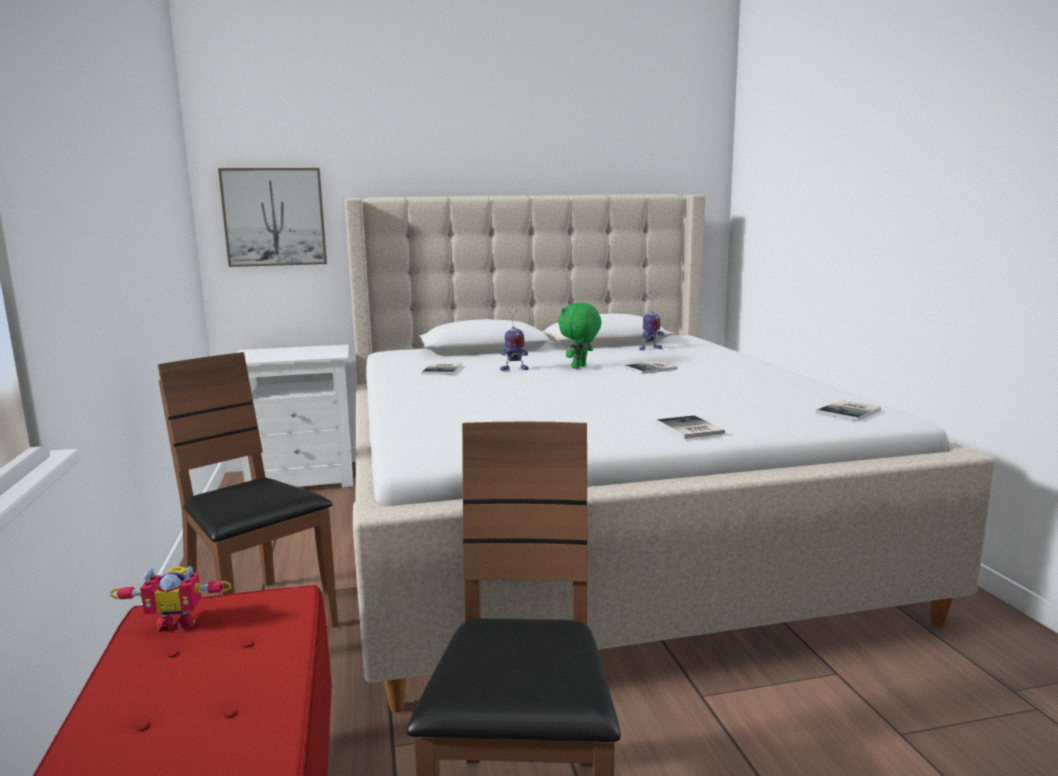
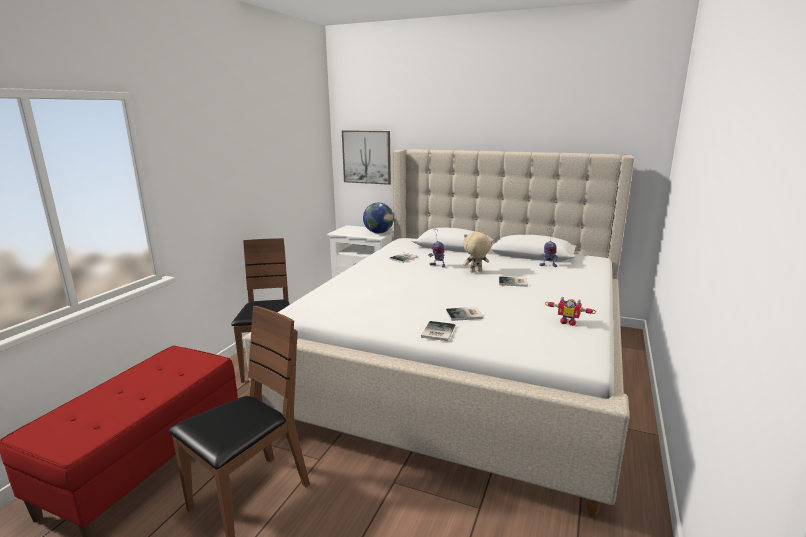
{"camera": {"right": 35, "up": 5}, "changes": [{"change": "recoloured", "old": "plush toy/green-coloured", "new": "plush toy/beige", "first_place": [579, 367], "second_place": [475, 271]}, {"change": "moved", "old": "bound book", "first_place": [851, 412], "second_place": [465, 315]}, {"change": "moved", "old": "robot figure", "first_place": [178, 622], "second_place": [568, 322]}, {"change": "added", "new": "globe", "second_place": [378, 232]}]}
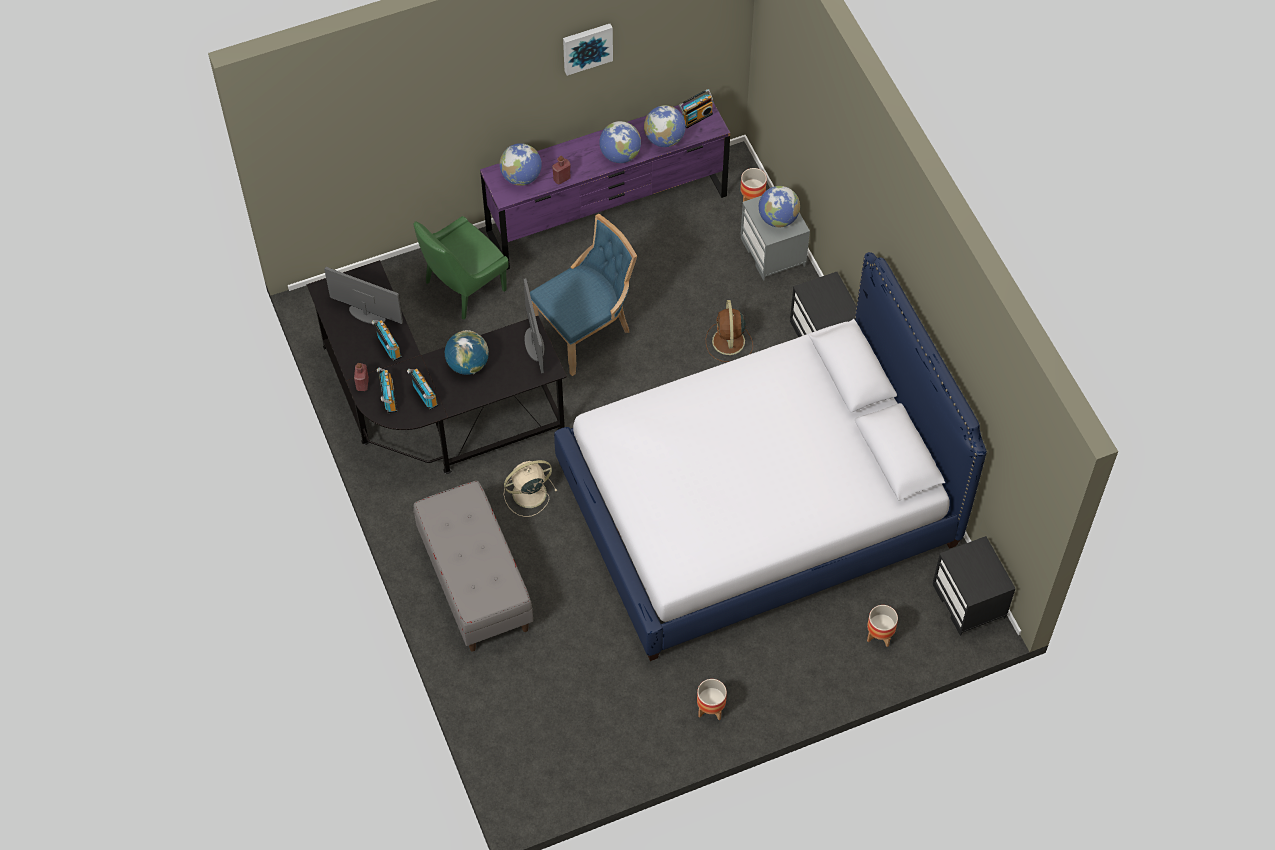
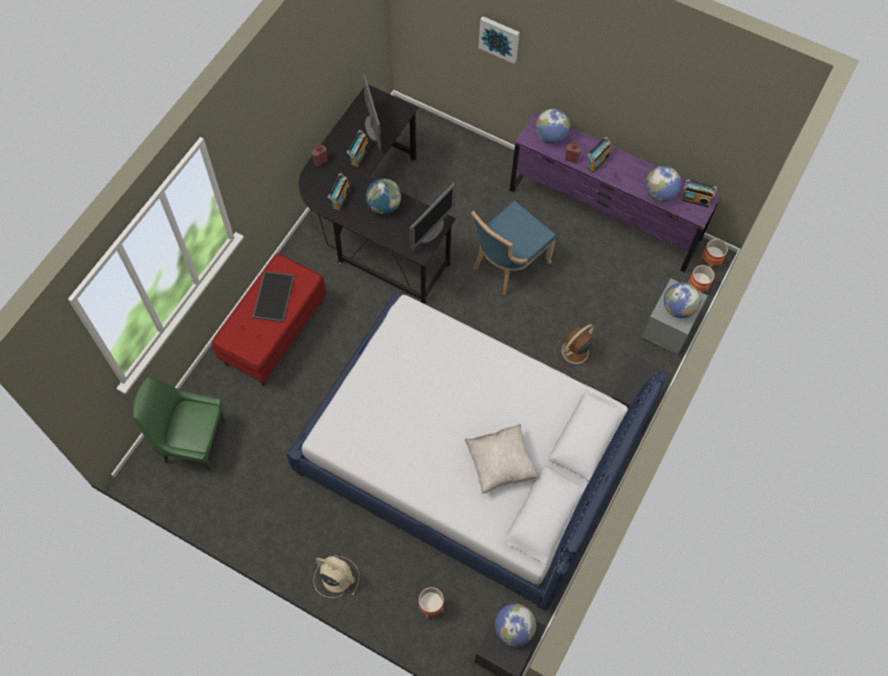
{"camera": {"right": 50, "up": 5}, "changes": [{"change": "moved", "old": "wall art", "first_place": [587, 47], "second_place": [499, 38]}, {"change": "moved", "old": "globe", "first_place": [620, 155], "second_place": [513, 629]}, {"change": "turned", "old": "chair/blue-coloured", "first_place": [586, 330], "second_place": [507, 264], "degrees": 120}, {"change": "moved", "old": "chair/green-coloured", "first_place": [463, 288], "second_place": [192, 441]}, {"change": "moved", "old": "radio set", "first_place": [388, 398], "second_place": [597, 161]}, {"change": "moved", "old": "fan/beige", "first_place": [527, 494], "second_place": [335, 577]}, {"change": "recoloured", "old": "bench/greyish", "new": "bench/reddish", "first_place": [474, 583], "second_place": [274, 332]}, {"change": "moved", "old": "flower pot", "first_place": [710, 708], "second_place": [710, 262]}, {"change": "added", "new": "tray", "second_place": [273, 296]}, {"change": "added", "new": "throw pillow/beige", "second_place": [500, 464]}]}
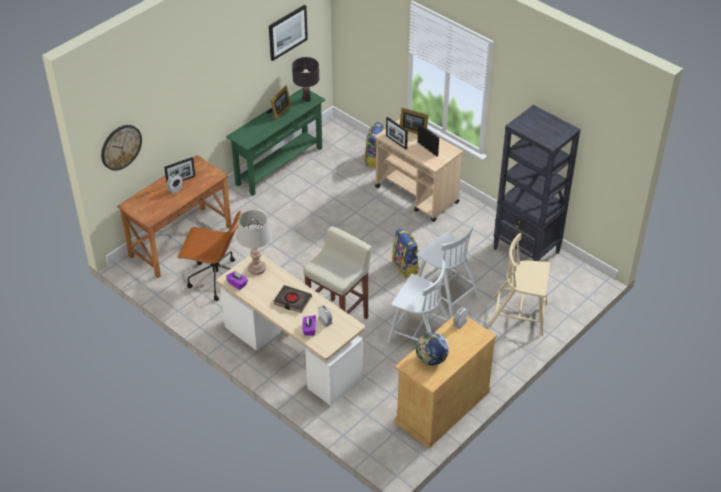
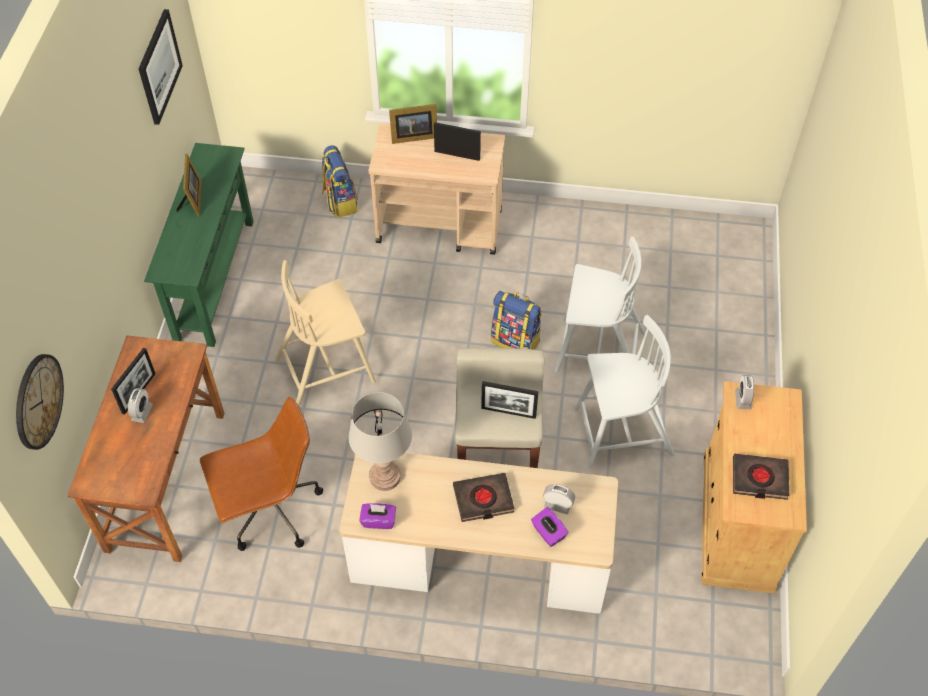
{"camera": {"right": -35, "up": 10}, "changes": [{"change": "removed", "old": "lamp for a table/black-coloured", "first_place": [306, 99]}, {"change": "removed", "old": "shelving unit/black-coloured", "first_place": [526, 251]}, {"change": "moved", "old": "picture frame", "first_place": [396, 142], "second_place": [508, 412]}, {"change": "moved", "old": "chair/beige", "first_place": [519, 315], "second_place": [327, 369]}, {"change": "replaced", "old": "globe", "new": "bound book/black-coloured", "first_place": [431, 359], "second_place": [759, 479]}]}
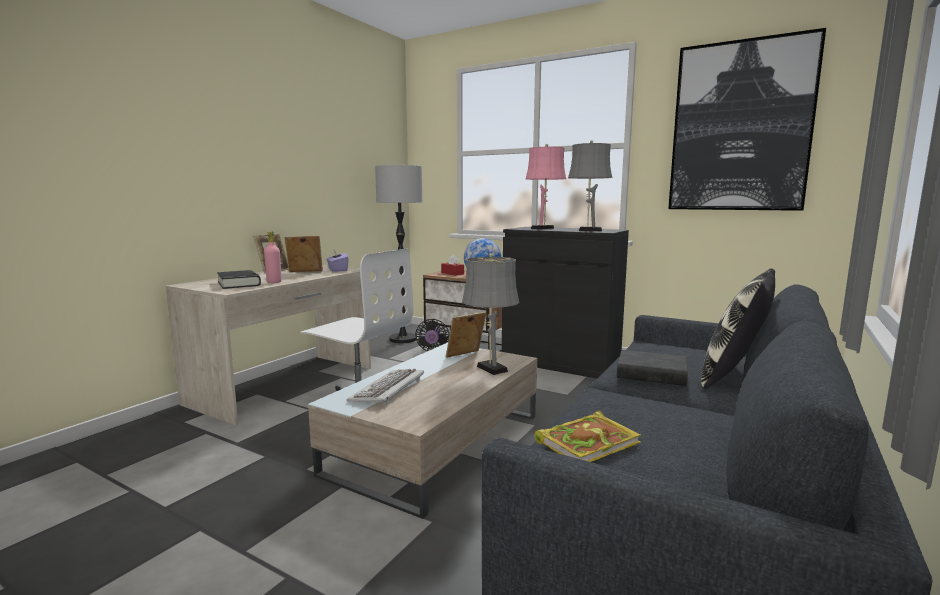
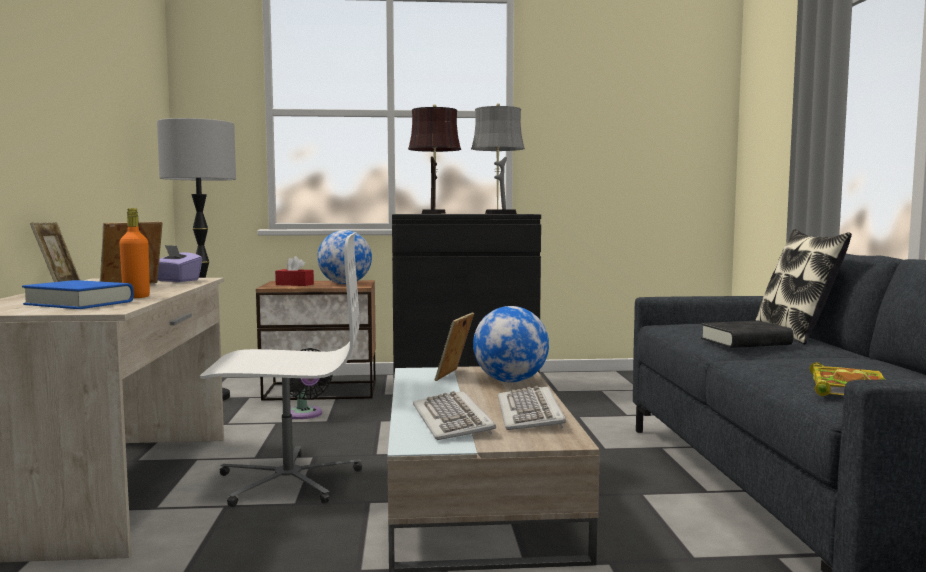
{"camera": {"right": -35, "up": -5}, "changes": [{"change": "removed", "old": "wall art", "first_place": [740, 127]}, {"change": "recoloured", "old": "lamp for a table/pink-coloured", "new": "lamp for a table/brown", "first_place": [544, 228], "second_place": [435, 213]}, {"change": "recoloured", "old": "drink bottle/pink-coloured", "new": "drink bottle/orange-coloured", "first_place": [274, 282], "second_place": [136, 297]}, {"change": "replaced", "old": "lamp for a table/greyish", "new": "globe", "first_place": [490, 368], "second_place": [510, 381]}, {"change": "recoloured", "old": "bound book/black-coloured", "new": "bound book/blue-coloured", "first_place": [239, 284], "second_place": [79, 303]}, {"change": "added", "new": "keyboard", "second_place": [530, 413]}]}
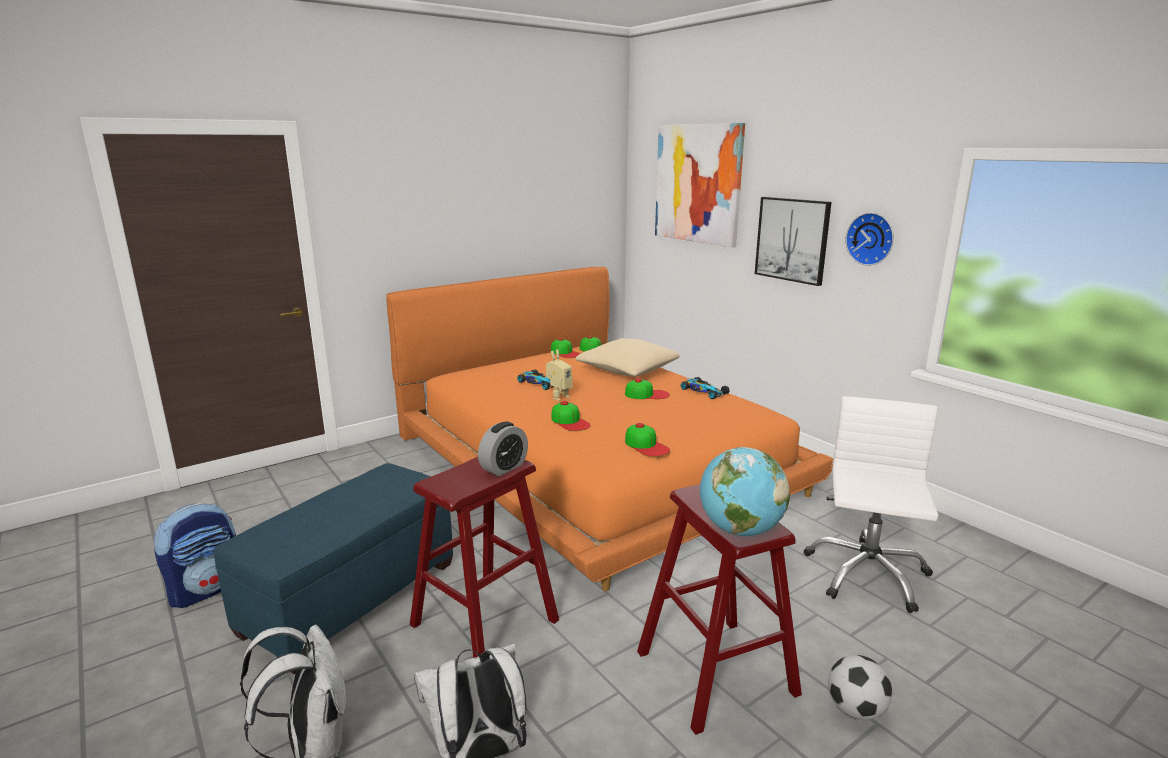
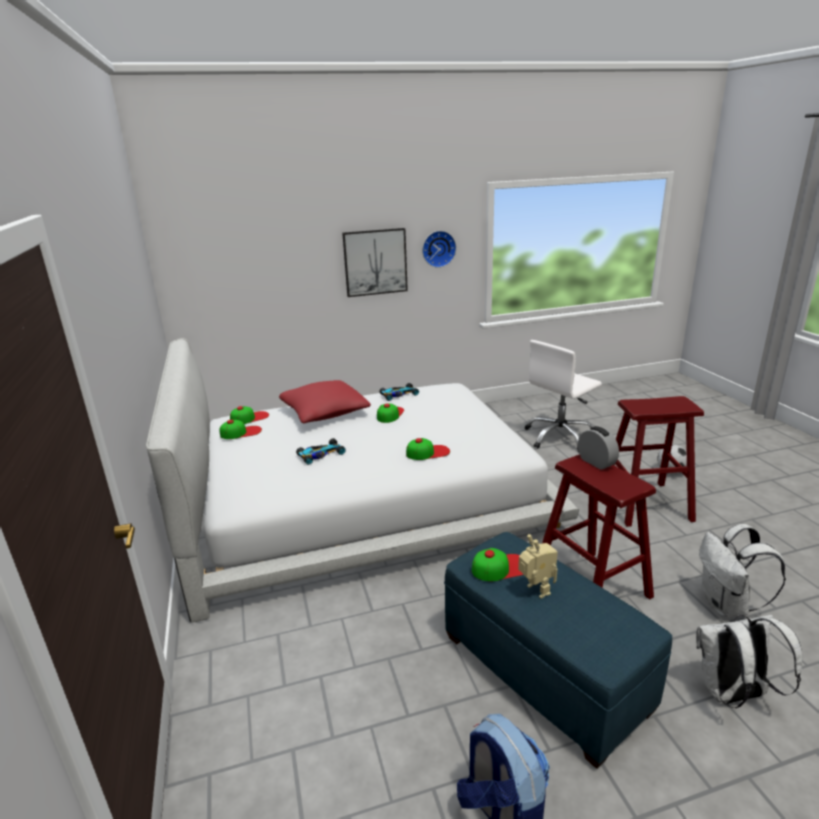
{"camera": {"right": -70, "up": 5}, "changes": [{"change": "removed", "old": "wall art", "first_place": [697, 184]}, {"change": "recoloured", "old": "sleeping bed/orange-coloured", "new": "sleeping bed/white-coloured", "first_place": [593, 461], "second_place": [361, 497]}, {"change": "recoloured", "old": "throw pillow/beige", "new": "throw pillow/reddish", "first_place": [627, 370], "second_place": [324, 413]}, {"change": "moved", "old": "robot figure", "first_place": [558, 397], "second_place": [535, 591]}, {"change": "turned", "old": "computer chair/white-coloured", "first_place": [866, 574], "second_place": [560, 437], "degrees": -75}, {"change": "moved", "old": "cap", "first_place": [646, 445], "second_place": [500, 567]}, {"change": "removed", "old": "globe", "first_place": [739, 530]}]}
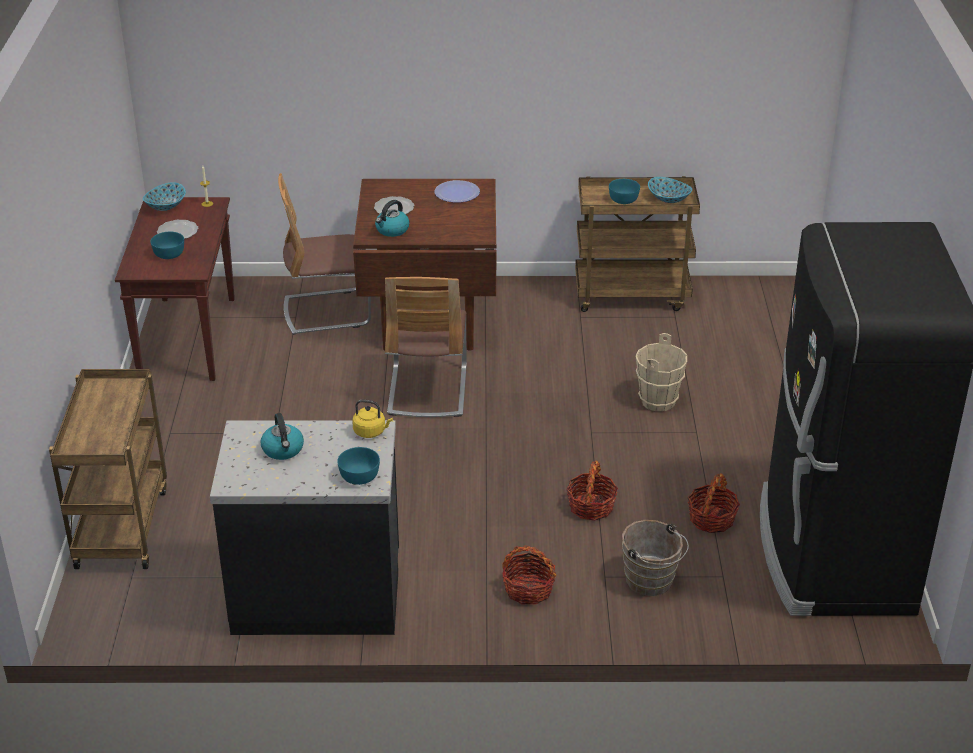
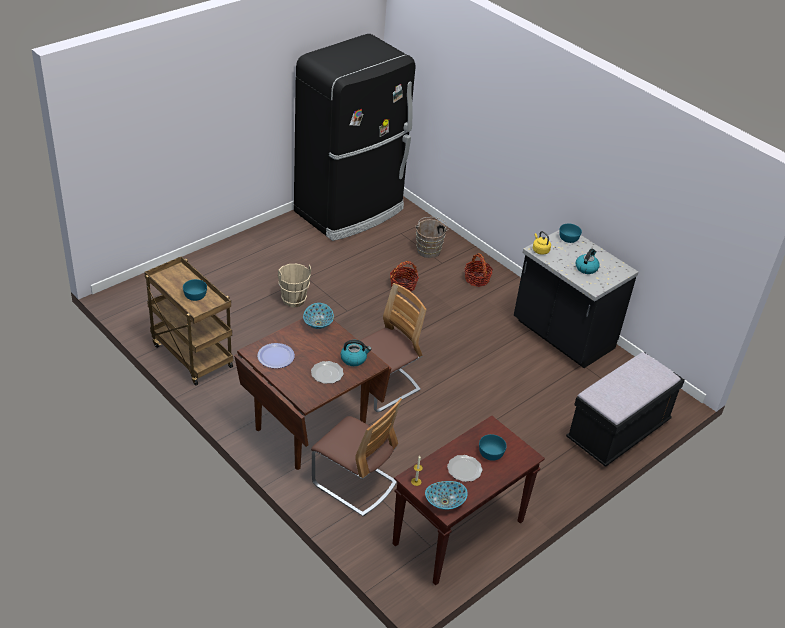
{"camera": {"right": -135, "up": 5}, "changes": [{"change": "moved", "old": "serving bowl", "first_place": [668, 199], "second_place": [318, 323]}, {"change": "replaced", "old": "cart/brown", "new": "bench/black-coloured", "first_place": [121, 526], "second_place": [617, 432]}, {"change": "removed", "old": "household basket", "first_place": [711, 519]}]}
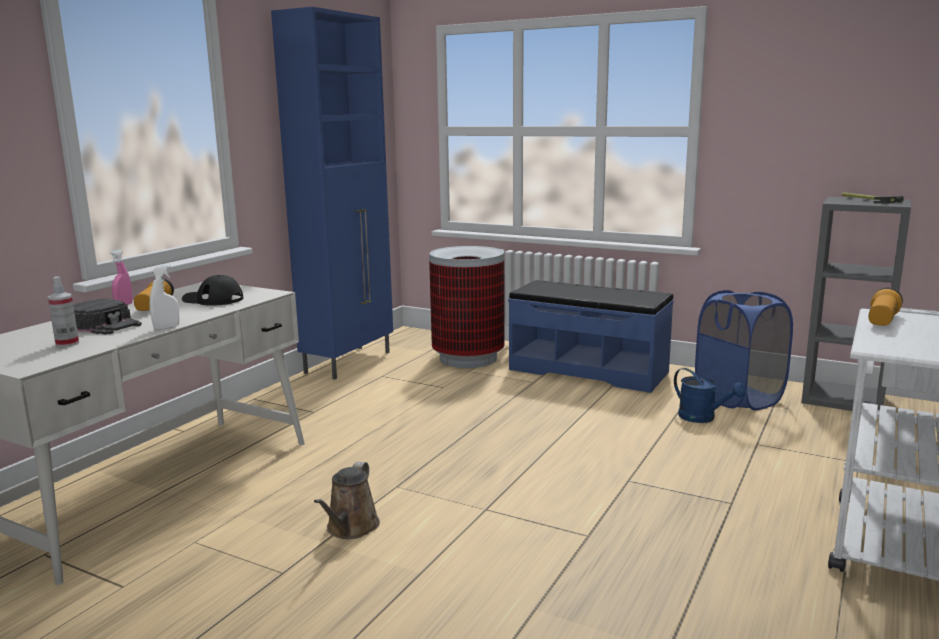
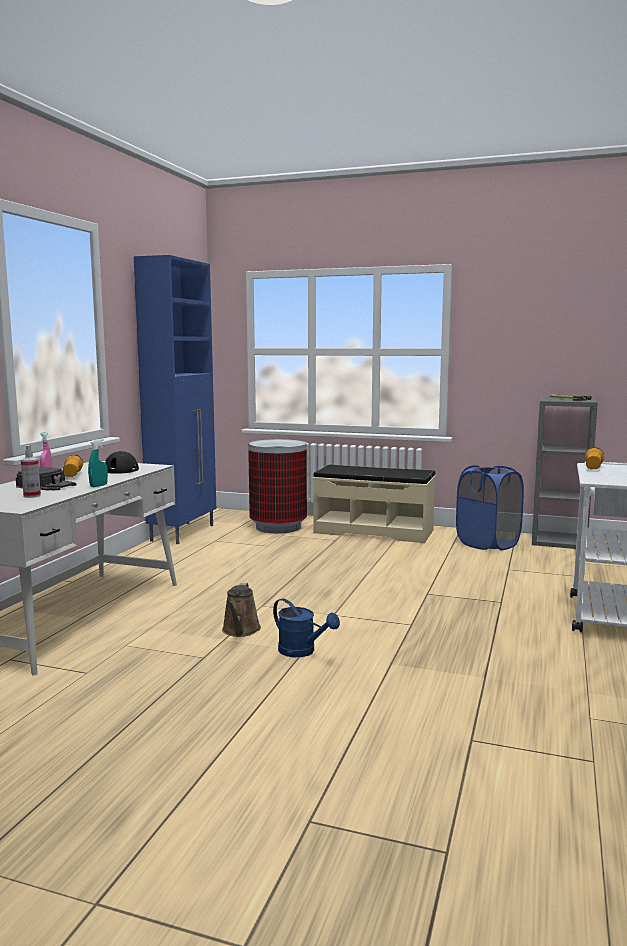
{"camera": {"right": -10, "up": -5}, "changes": [{"change": "recoloured", "old": "hand sprayer/white-coloured", "new": "hand sprayer/blue-green", "first_place": [166, 328], "second_place": [98, 486]}, {"change": "recoloured", "old": "bench/blue-coloured", "new": "bench/beige", "first_place": [588, 370], "second_place": [374, 531]}, {"change": "moved", "old": "watering can/blue-coloured", "first_place": [702, 418], "second_place": [302, 651]}]}
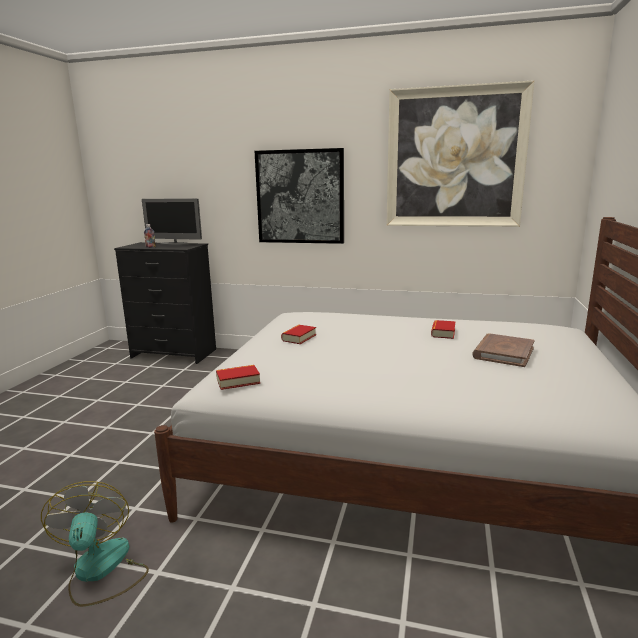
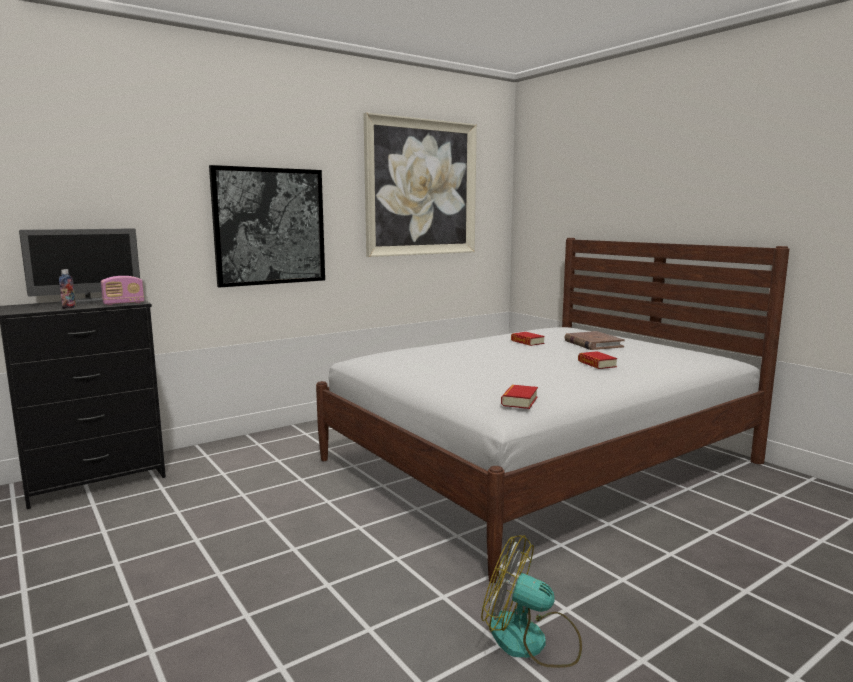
{"camera": {"right": -50, "up": -5}, "changes": [{"change": "moved", "old": "bound book", "first_place": [299, 338], "second_place": [597, 364]}, {"change": "added", "new": "radio set", "second_place": [124, 303]}]}
